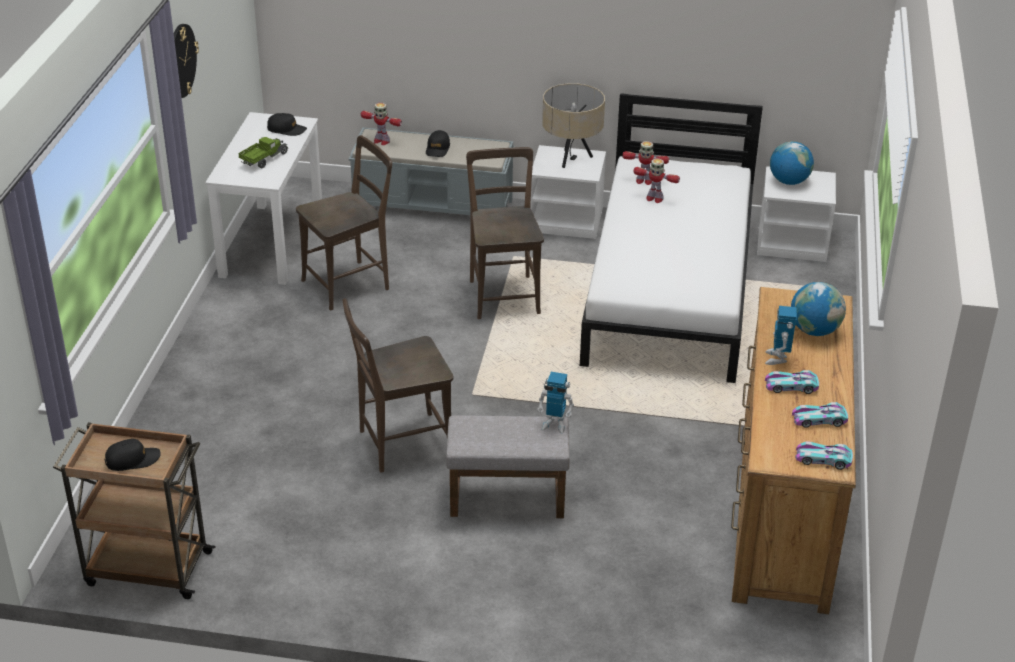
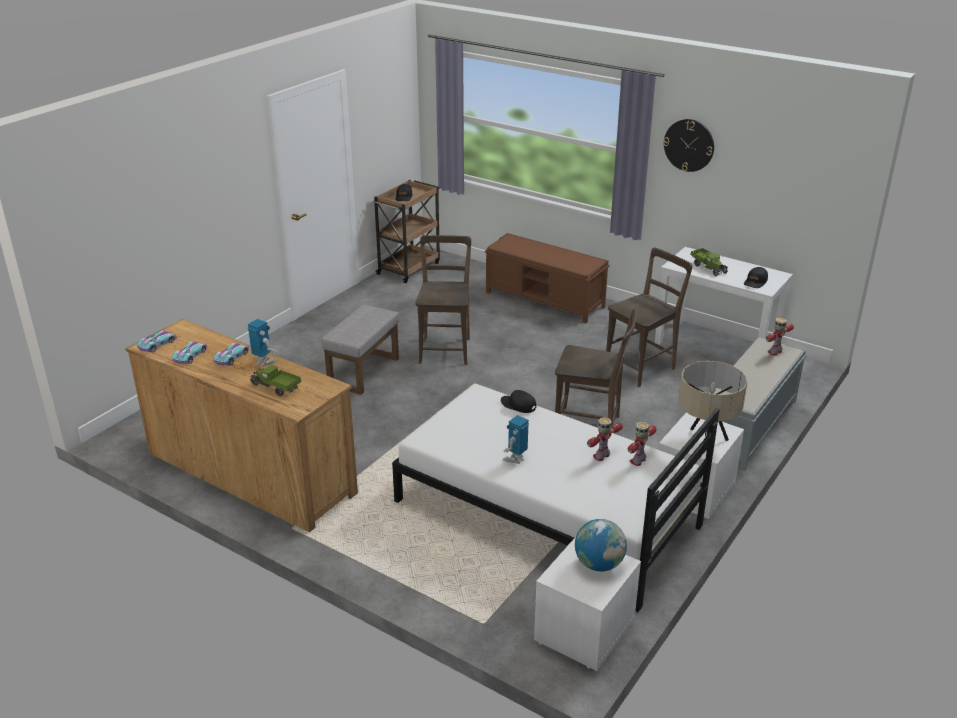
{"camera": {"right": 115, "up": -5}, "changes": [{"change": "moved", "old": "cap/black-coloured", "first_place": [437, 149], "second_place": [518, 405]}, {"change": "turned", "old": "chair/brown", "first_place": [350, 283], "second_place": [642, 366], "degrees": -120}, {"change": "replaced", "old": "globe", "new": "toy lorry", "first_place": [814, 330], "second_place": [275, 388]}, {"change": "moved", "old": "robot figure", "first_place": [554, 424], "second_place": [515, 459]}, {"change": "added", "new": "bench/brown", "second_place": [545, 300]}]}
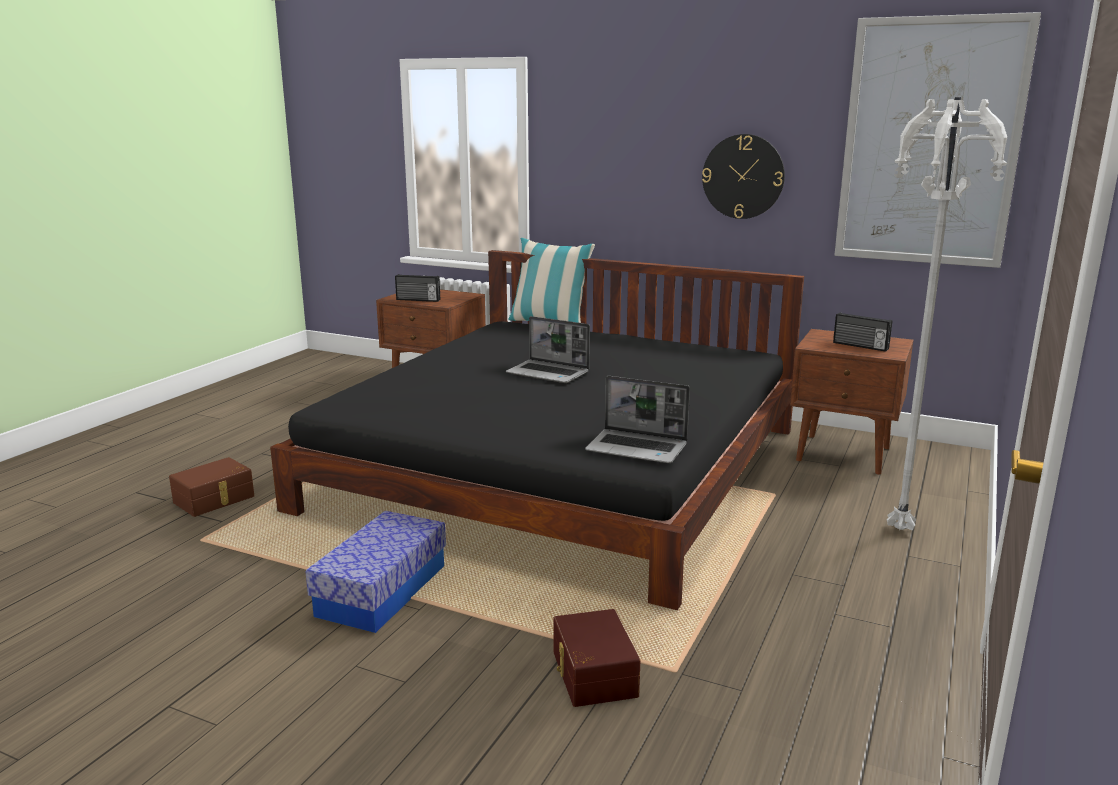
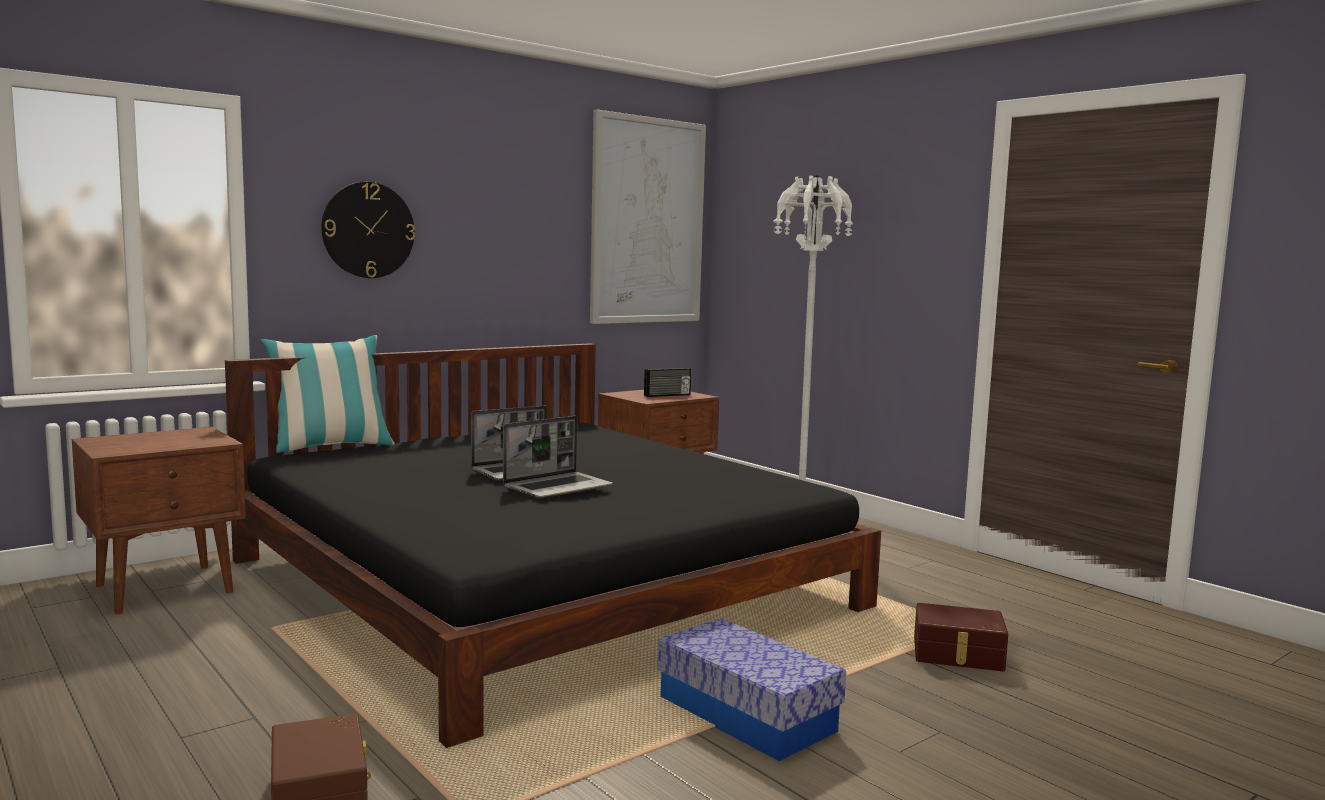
{"camera": {"right": -65, "up": -10}, "changes": [{"change": "moved", "old": "clock on the wall", "first_place": [743, 176], "second_place": [368, 230]}, {"change": "removed", "old": "radio set", "first_place": [418, 300]}, {"change": "moved", "old": "notebook computer", "first_place": [638, 448], "second_place": [558, 487]}]}
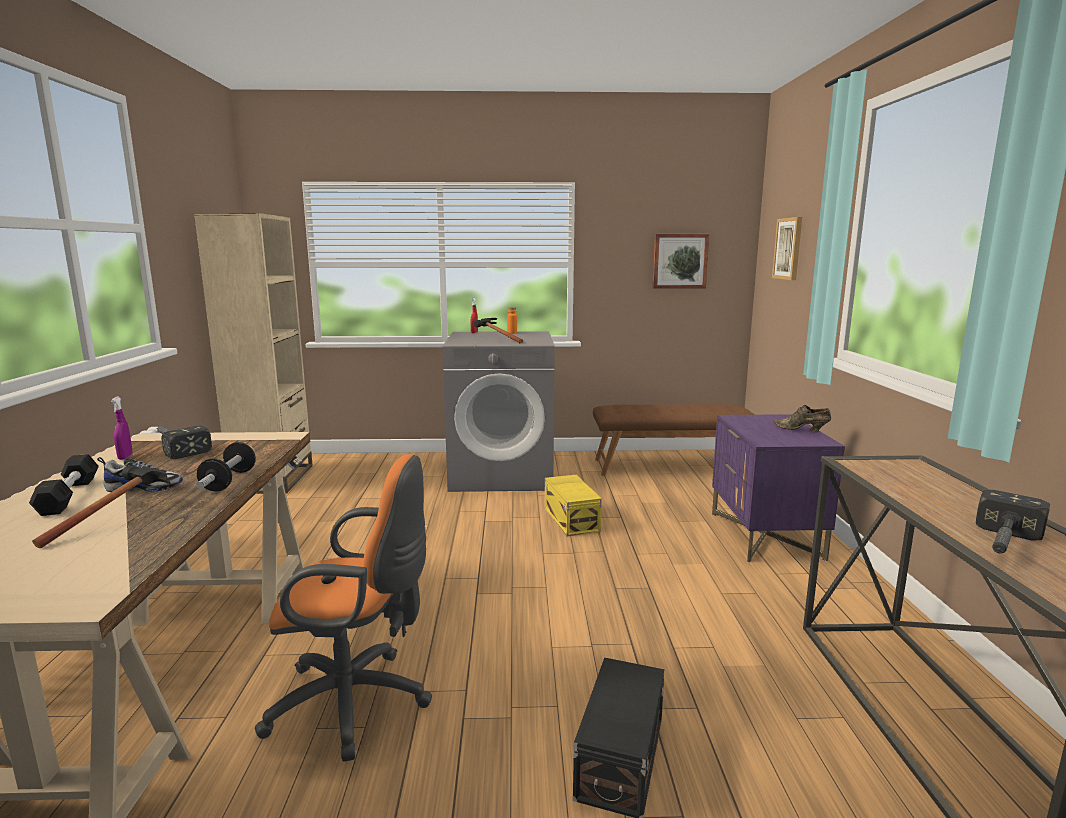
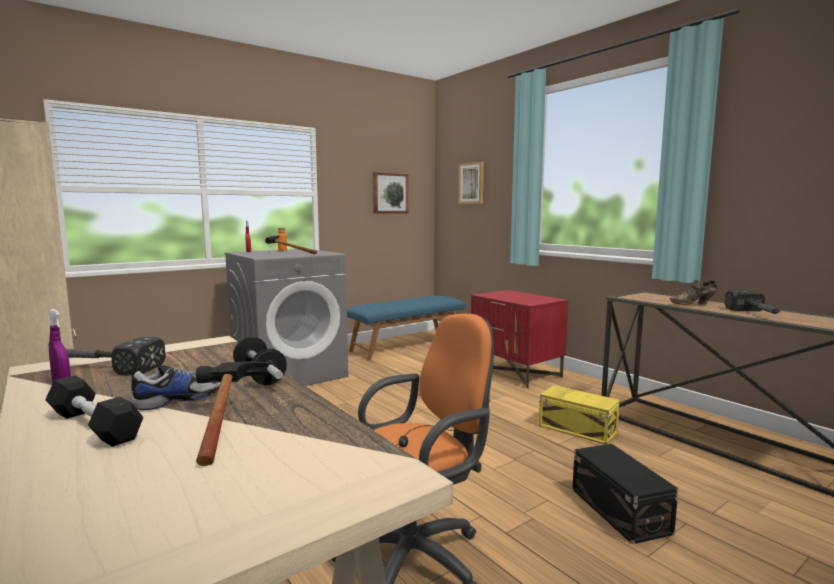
{"camera": {"right": -35, "up": -5}, "changes": [{"change": "recoloured", "old": "bench/brown", "new": "bench/blue-coloured", "first_place": [671, 466], "second_place": [406, 346]}, {"change": "moved", "old": "item of footwear/brown", "first_place": [802, 430], "second_place": [694, 303]}, {"change": "recoloured", "old": "nightstand/purple-coloured", "new": "nightstand/reddish", "first_place": [766, 536], "second_place": [516, 372]}, {"change": "moved", "old": "storage container/yellow", "first_place": [572, 519], "second_place": [576, 428]}]}
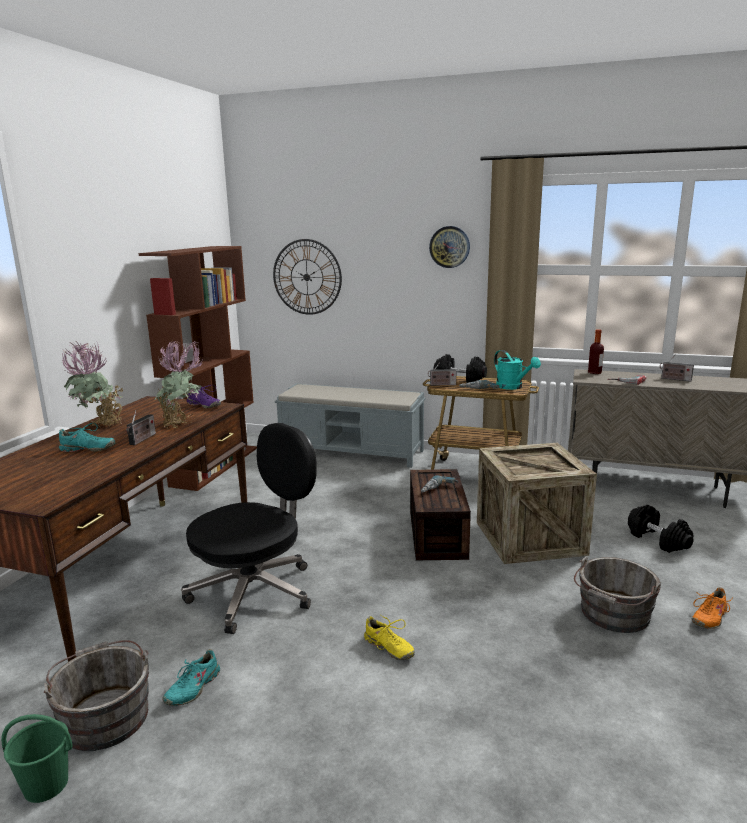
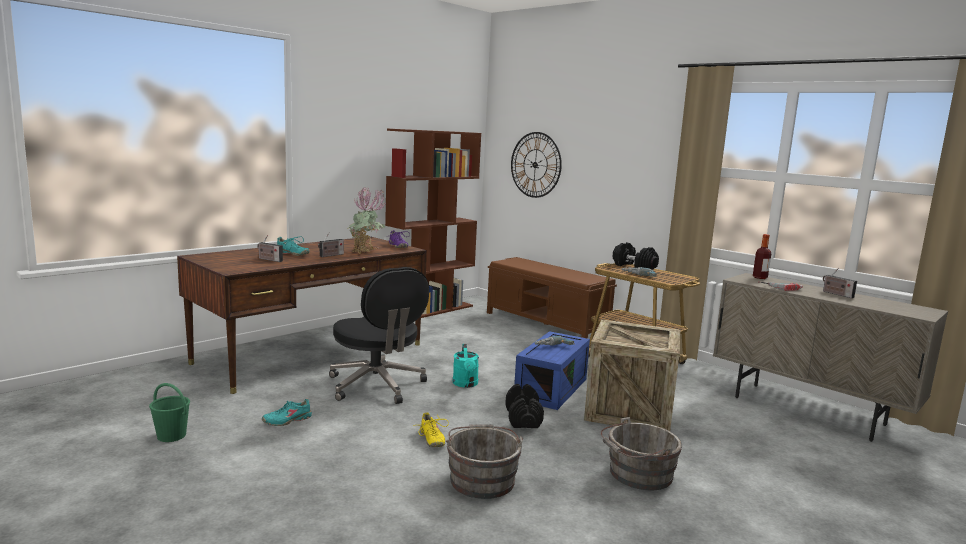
{"camera": {"right": 25, "up": -5}, "changes": [{"change": "removed", "old": "clock on the wall", "first_place": [449, 247]}, {"change": "removed", "old": "potted plant", "first_place": [100, 428]}, {"change": "moved", "old": "watering can/blue-green", "first_place": [513, 387], "second_place": [466, 384]}, {"change": "moved", "old": "radio set", "first_place": [441, 384], "second_place": [269, 259]}, {"change": "recoloured", "old": "bench/greyish", "new": "bench/brown", "first_place": [352, 452], "second_place": [546, 324]}, {"change": "turned", "old": "computer chair/black-coloured", "first_place": [255, 592], "second_place": [377, 386], "degrees": 75}, {"change": "recoloured", "old": "storage container/brown", "new": "storage container/blue-coloured", "first_place": [435, 533], "second_place": [550, 388]}, {"change": "moved", "old": "free weight/black-coloured", "first_place": [658, 540], "second_place": [523, 418]}, {"change": "removed", "old": "item of footwear/orange-coloured", "first_place": [708, 617]}, {"change": "moved", "old": "water bucket/greyish", "first_place": [105, 715], "second_place": [482, 479]}]}
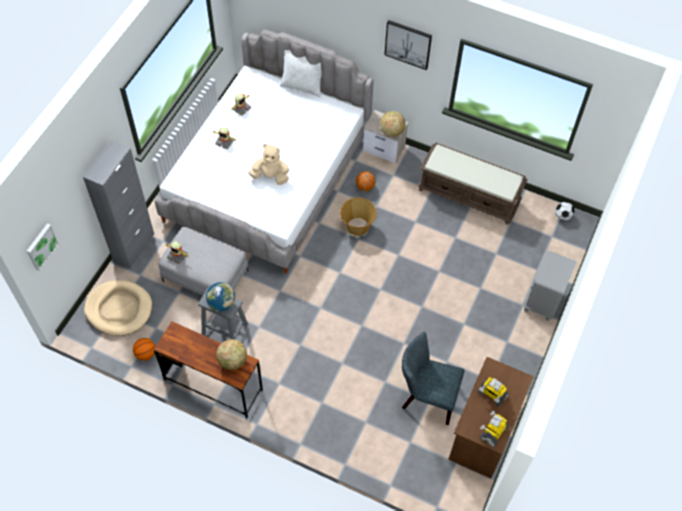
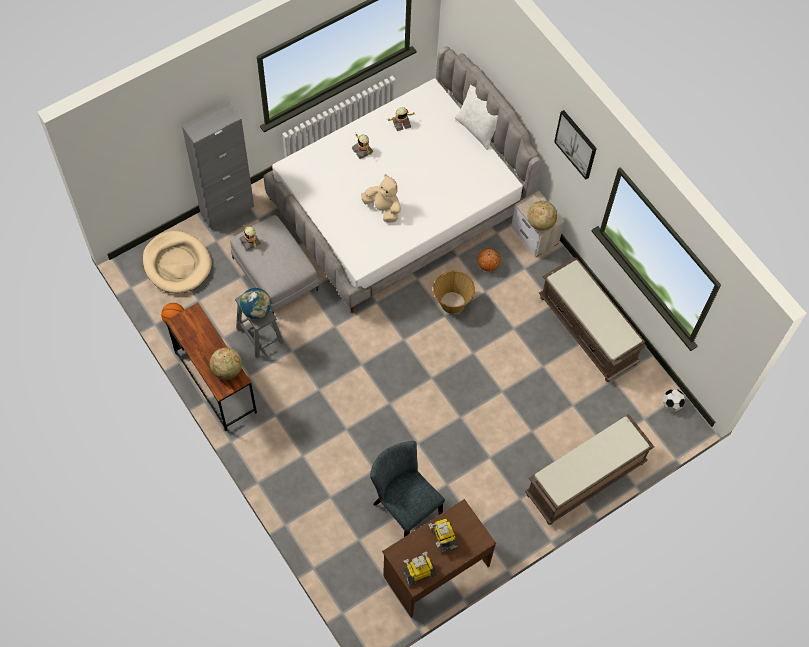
{"camera": {"right": 30, "up": 5}, "changes": [{"change": "removed", "old": "wall art", "first_place": [41, 246]}, {"change": "replaced", "old": "nightstand/greyish", "new": "bench/brown", "first_place": [542, 302], "second_place": [585, 479]}]}
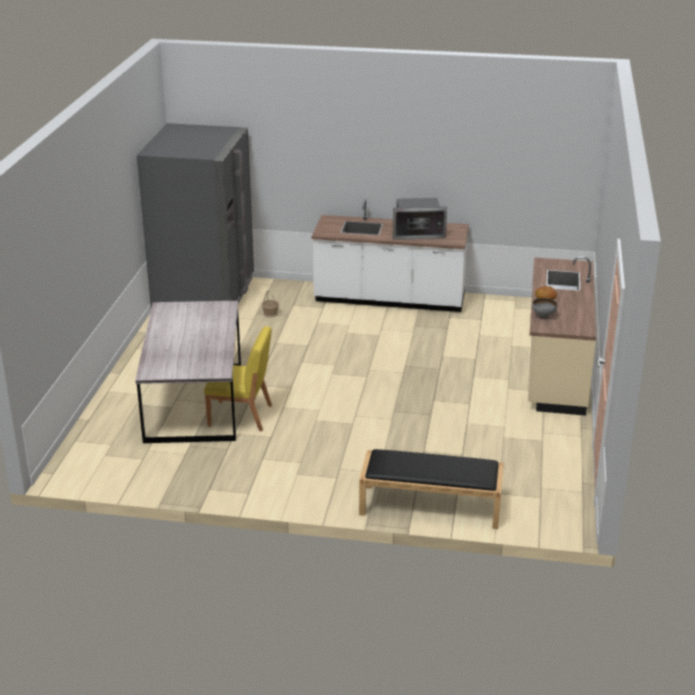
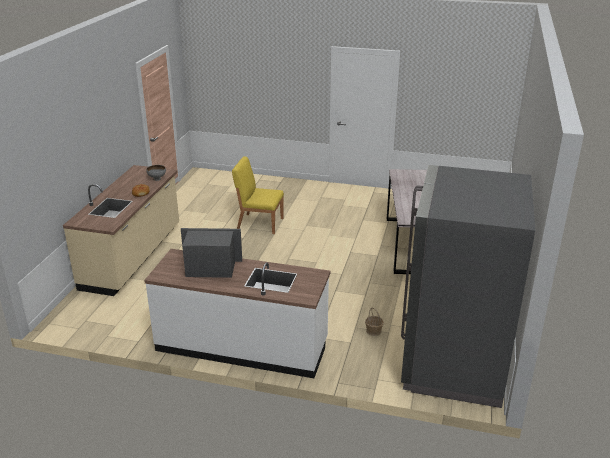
{"camera": {"right": -175, "up": 0}, "changes": [{"change": "moved", "old": "chair/yellow", "first_place": [241, 416], "second_place": [259, 223]}, {"change": "removed", "old": "bench/black-coloured", "first_place": [429, 506]}]}
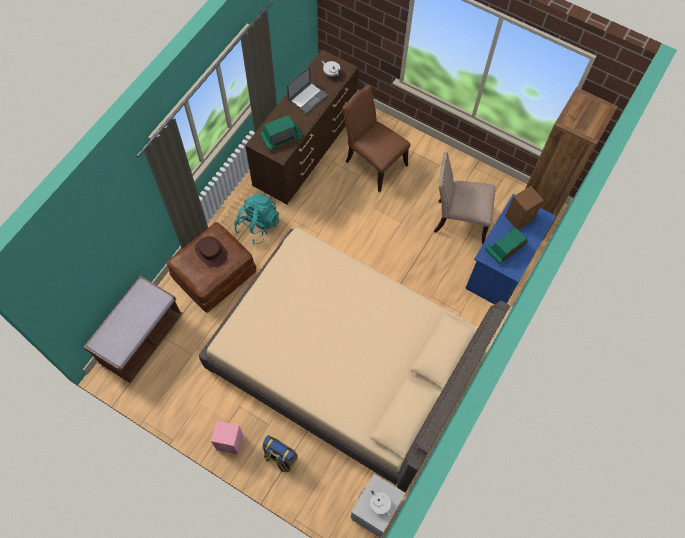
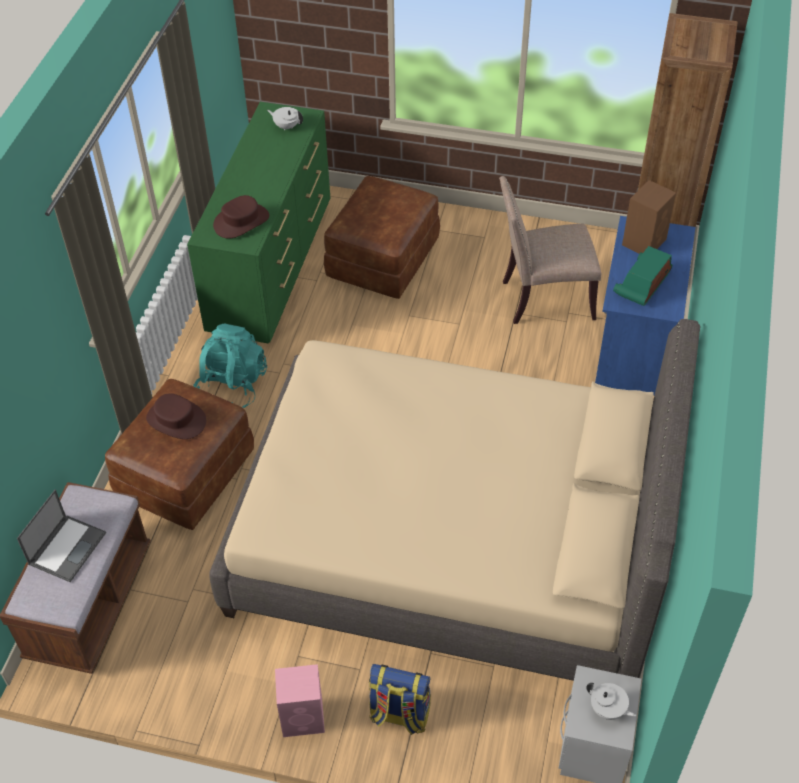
{"camera": {"right": -15, "up": -15}, "changes": [{"change": "recoloured", "old": "chest of drawers/brown", "new": "chest of drawers/green-coloured", "first_place": [306, 151], "second_place": [272, 268]}, {"change": "moved", "old": "notebook computer", "first_place": [308, 97], "second_place": [67, 547]}, {"change": "replaced", "old": "chair/brown", "new": "footrest/brown", "first_place": [373, 163], "second_place": [382, 258]}, {"change": "replaced", "old": "radio set", "new": "wearable hat/brown", "first_place": [281, 137], "second_place": [241, 221]}]}
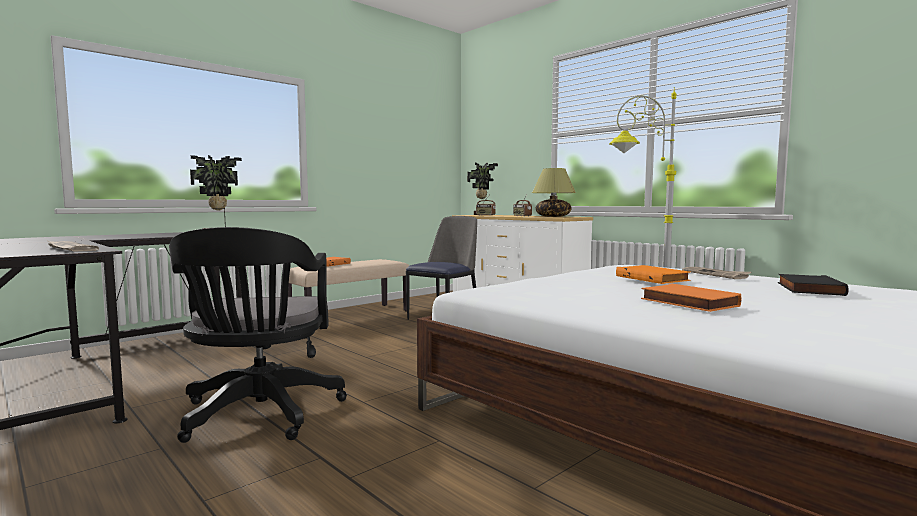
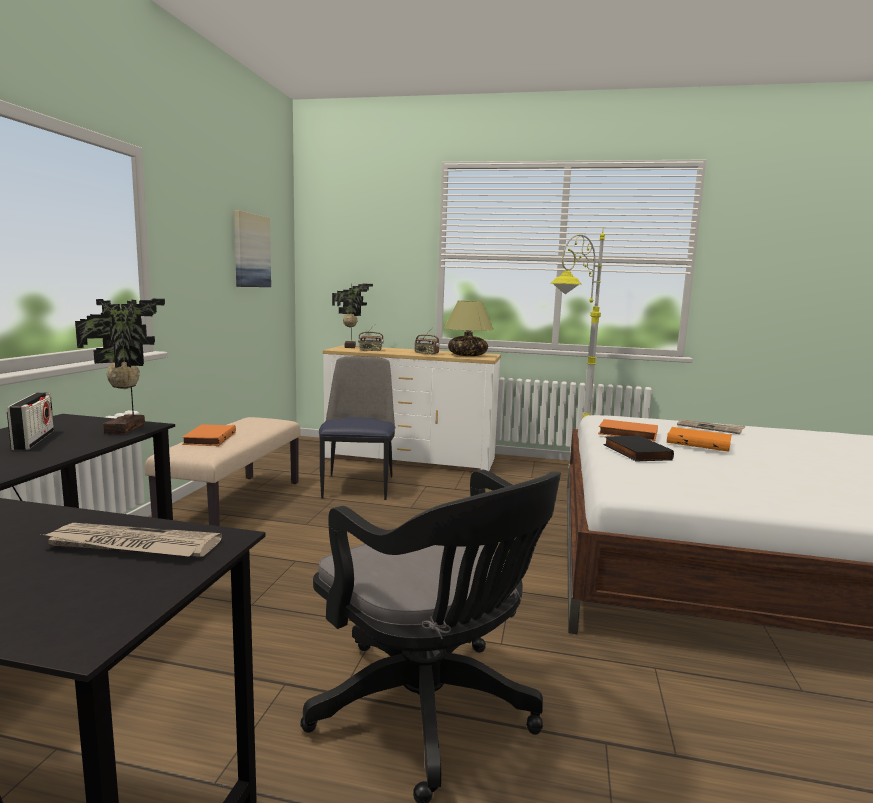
{"camera": {"right": -35, "up": 5}, "changes": [{"change": "moved", "old": "bound book/black-coloured", "first_place": [807, 289], "second_place": [635, 452]}, {"change": "moved", "old": "bound book/orange-coloured", "first_place": [687, 303], "second_place": [627, 434]}, {"change": "added", "new": "wall art", "second_place": [251, 250]}, {"change": "added", "new": "radio set", "second_place": [34, 440]}]}
